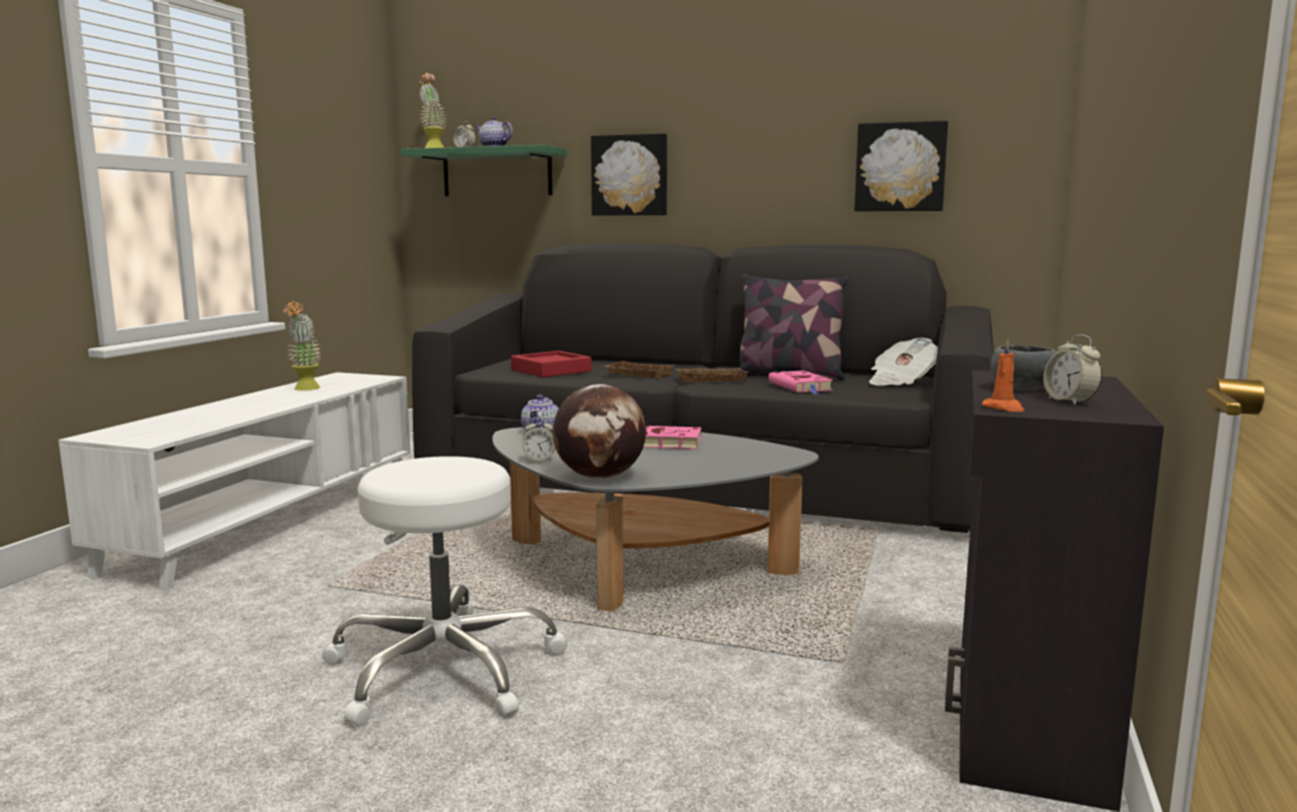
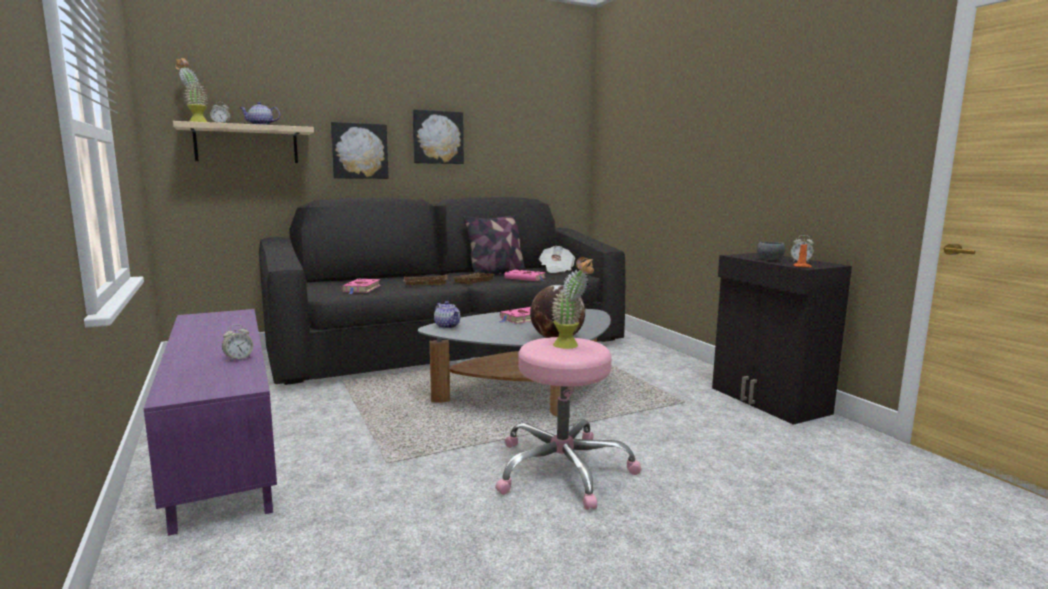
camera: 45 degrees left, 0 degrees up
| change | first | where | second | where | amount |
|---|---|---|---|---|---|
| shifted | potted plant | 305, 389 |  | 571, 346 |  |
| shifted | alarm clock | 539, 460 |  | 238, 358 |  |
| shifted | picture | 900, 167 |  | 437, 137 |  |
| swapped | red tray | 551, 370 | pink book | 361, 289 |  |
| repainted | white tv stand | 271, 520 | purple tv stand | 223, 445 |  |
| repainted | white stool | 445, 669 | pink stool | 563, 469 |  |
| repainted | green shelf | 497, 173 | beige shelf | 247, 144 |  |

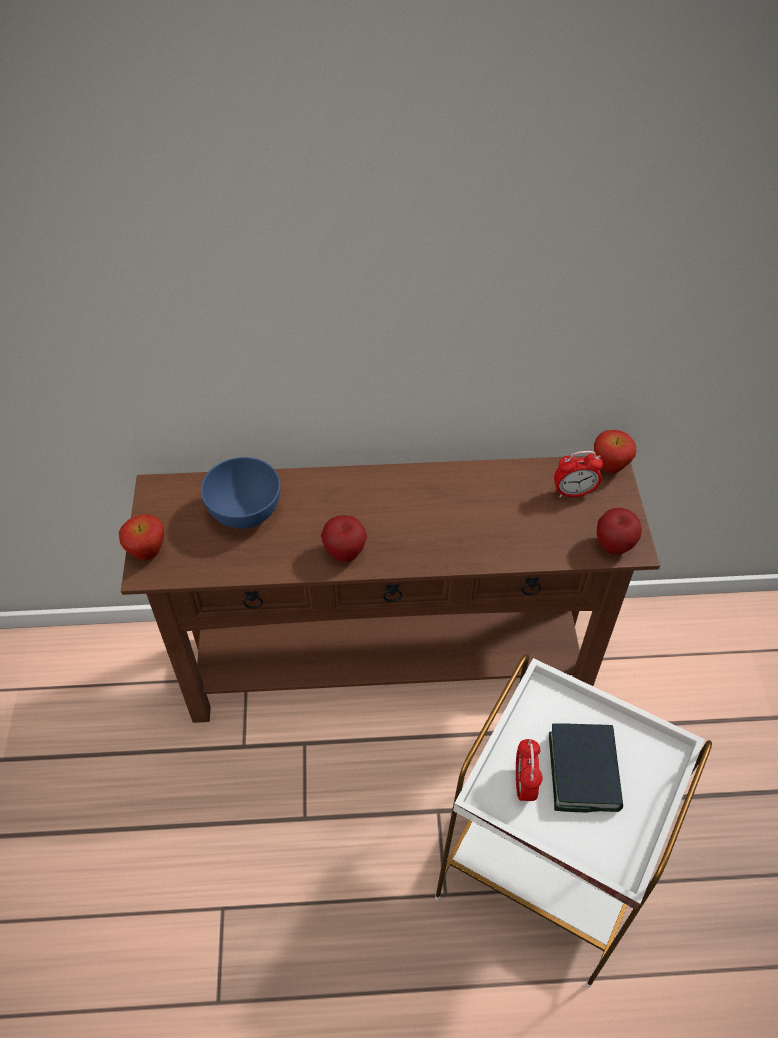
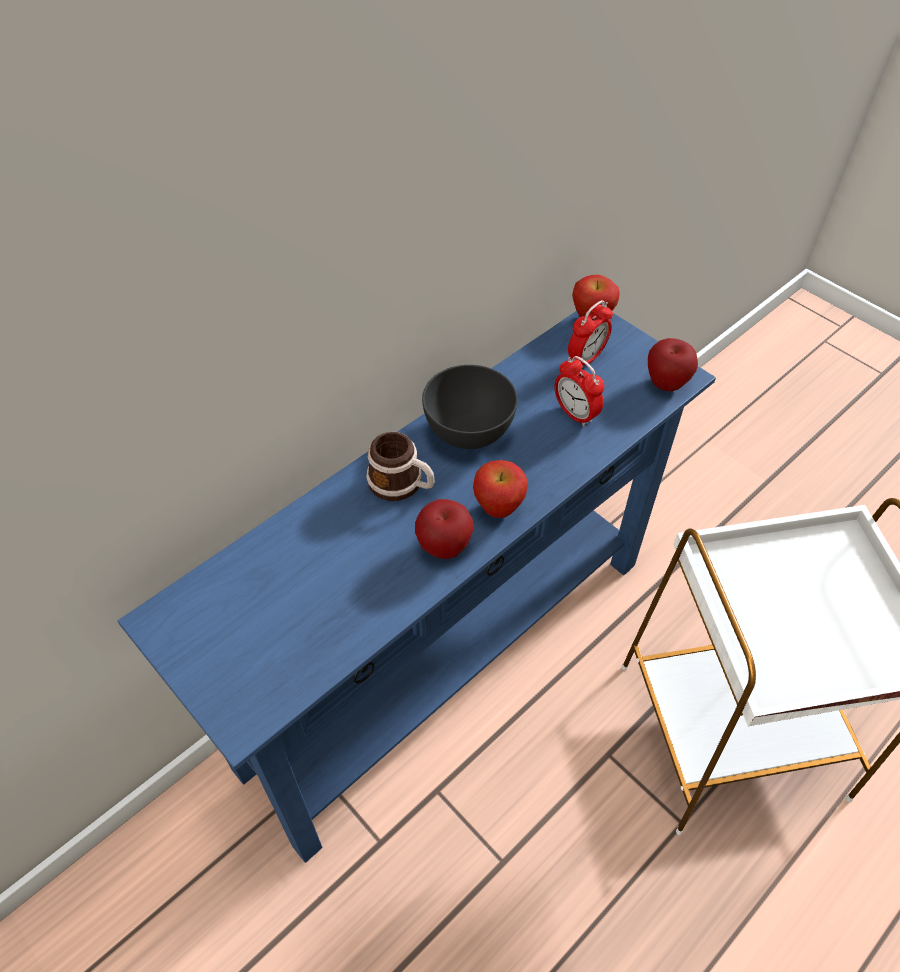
camera: 40 degrees left, 0 degrees up
| change | first | where | second | where | amount |
|---|---|---|---|---|---|
| gone | blue bowl | 245, 513 |  |  |  |
| gone | book | 583, 771 |  |  |  |
| new |  |  | mug | 402, 484 |  |
| new |  |  | grey bowl | 468, 432 |  |
| shifted | apple | 148, 553 |  | 498, 509 |  |
| shifted | alarm clock | 524, 784 |  | 575, 414 |  |
| repainted | brown console table | 388, 667 | blue console table | 448, 658 |  |

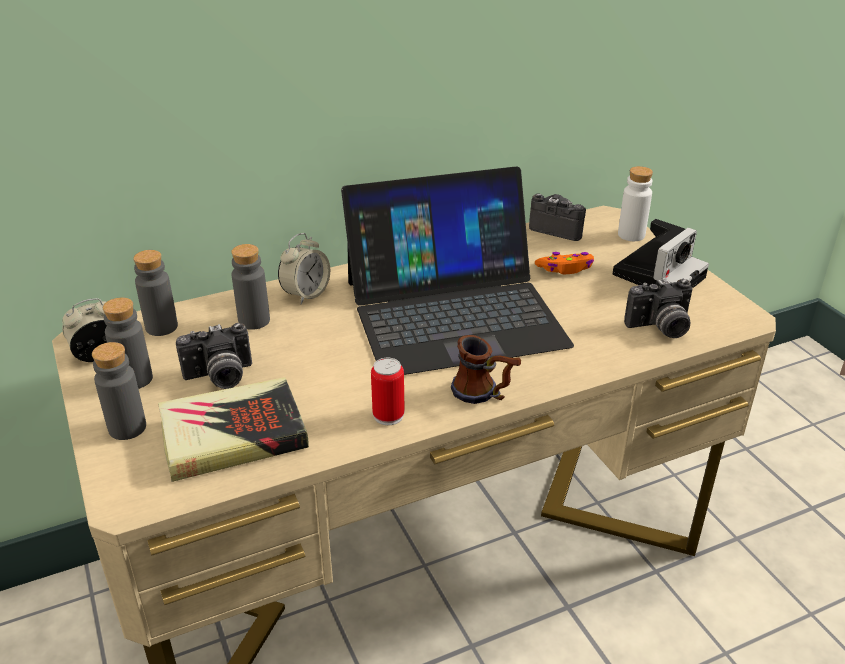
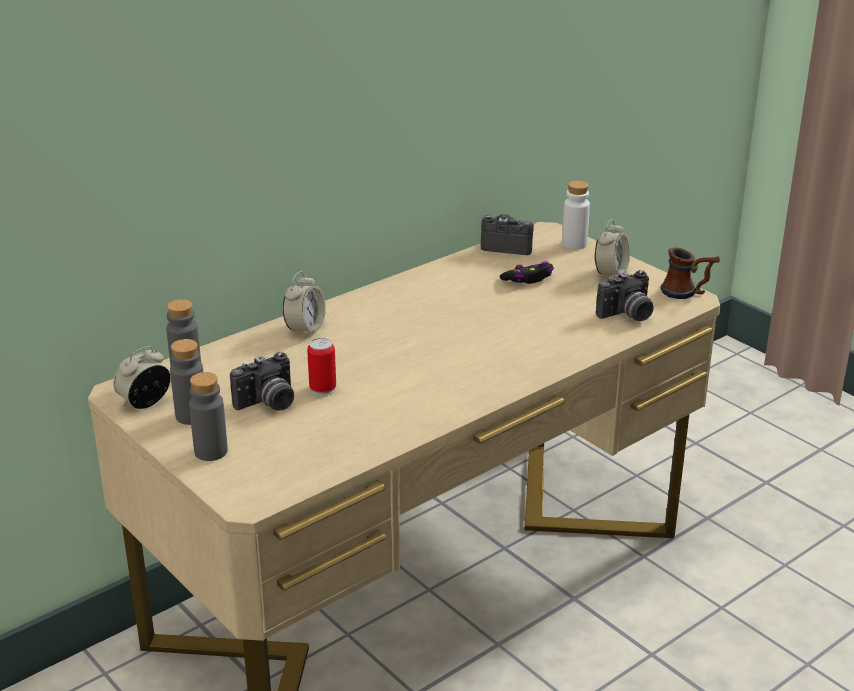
camera: 15 degrees left, 5 degrees down
| change | first | where | second | where | amount |
|---|---|---|---|---|---|
| gone | book | 233, 436 |  |  |  |
| gone | grey bottle | 254, 321 |  |  |  |
| gone | laptop | 454, 312 |  |  |  |
| shifted | can | 388, 415 |  | 322, 389 |  |
| shifted | mug | 484, 394 |  | 687, 292 |  |
| swapped | photo camera | 659, 274 | alarm clock | 610, 273 |  |
| repainted | orange game controller | 565, 268 | black game controller | 528, 279 |  |

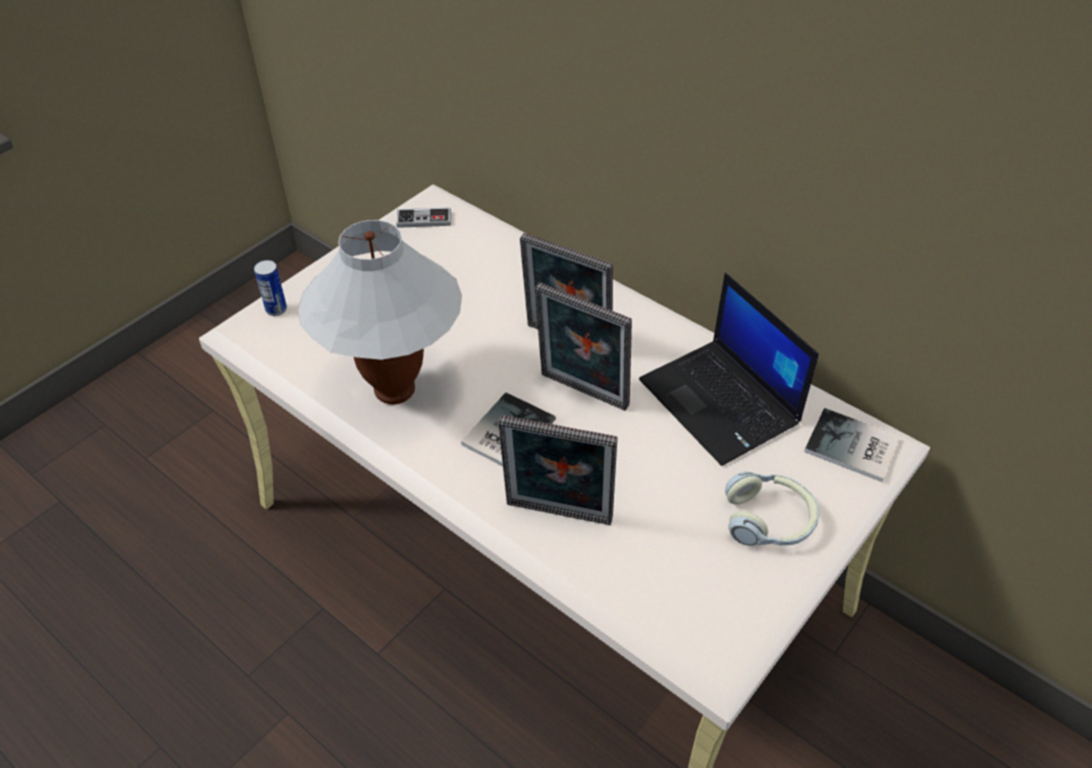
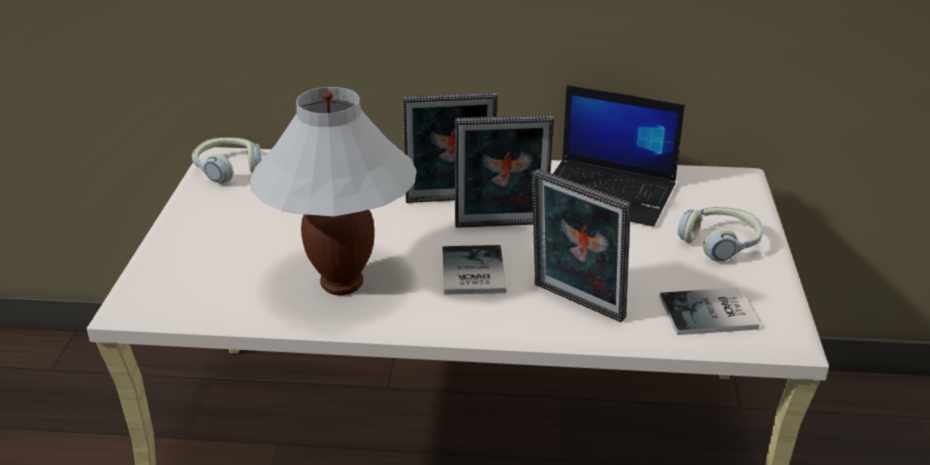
camera: 35 degrees left, 15 degrees down
| change | first | where | second | where | amount |
|---|---|---|---|---|---|
| gone | can | 276, 309 |  |  |  |
| shifted | book | 853, 448 |  | 711, 314 |  |
| swapped | game controller | 424, 219 | headphones | 228, 168 |  |
| rotated | picture frame | 557, 516 |  | 575, 304 | 60 degrees clockwise |

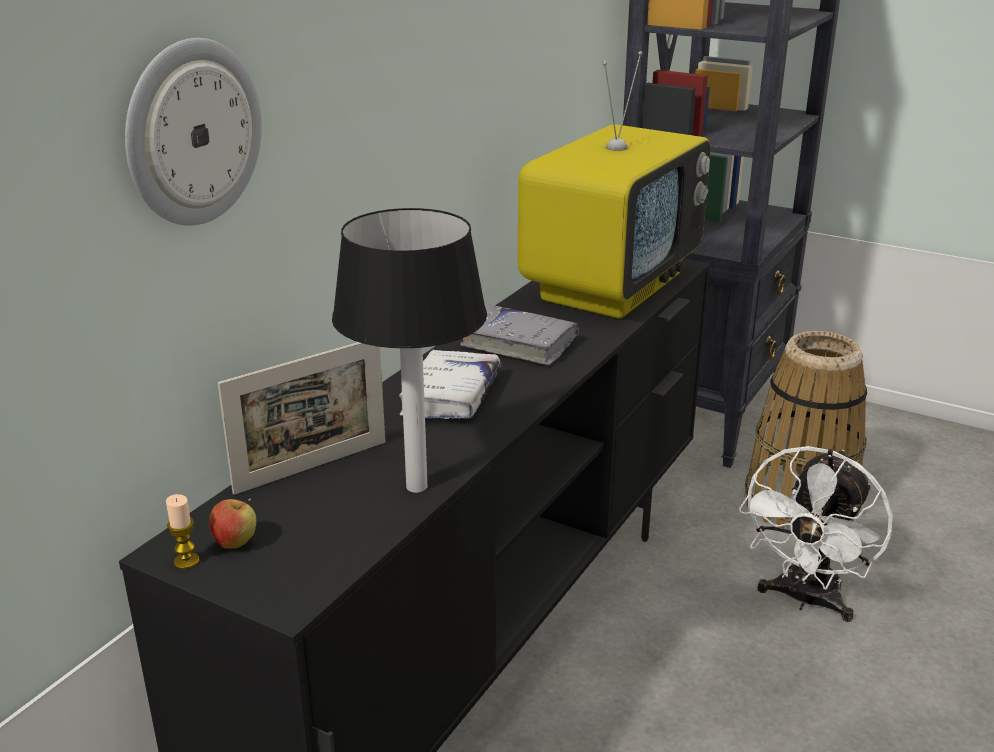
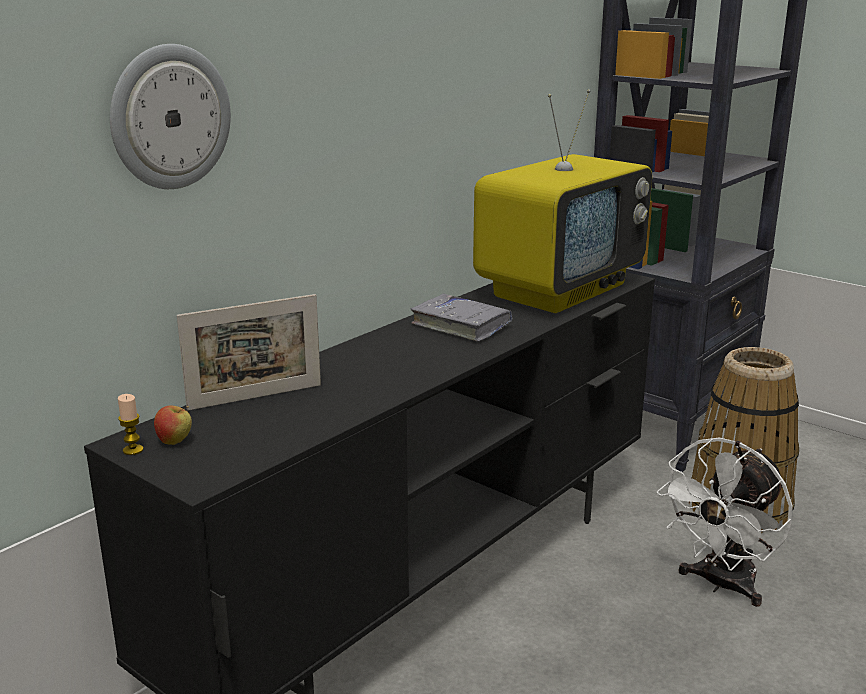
camera: 10 degrees right, 5 degrees down
| change | first | where | second | where | amount |
|---|---|---|---|---|---|
| gone | table lamp | 415, 486 |  |  |  |
| gone | white book | 451, 396 |  |  |  |

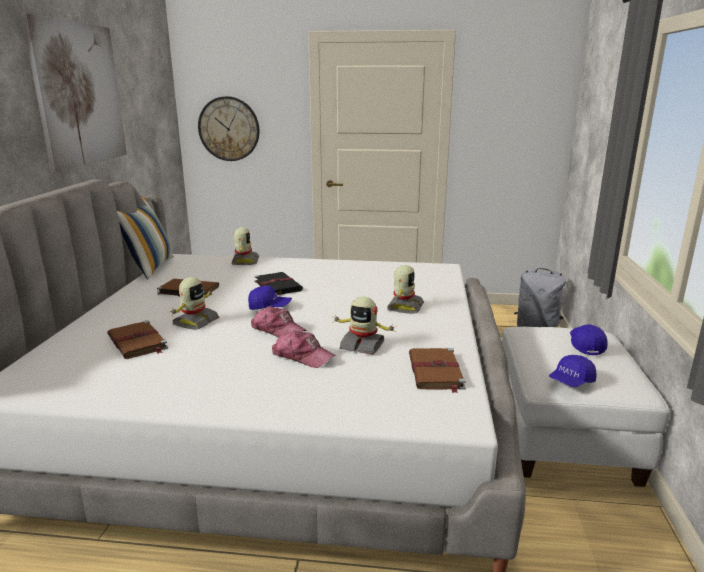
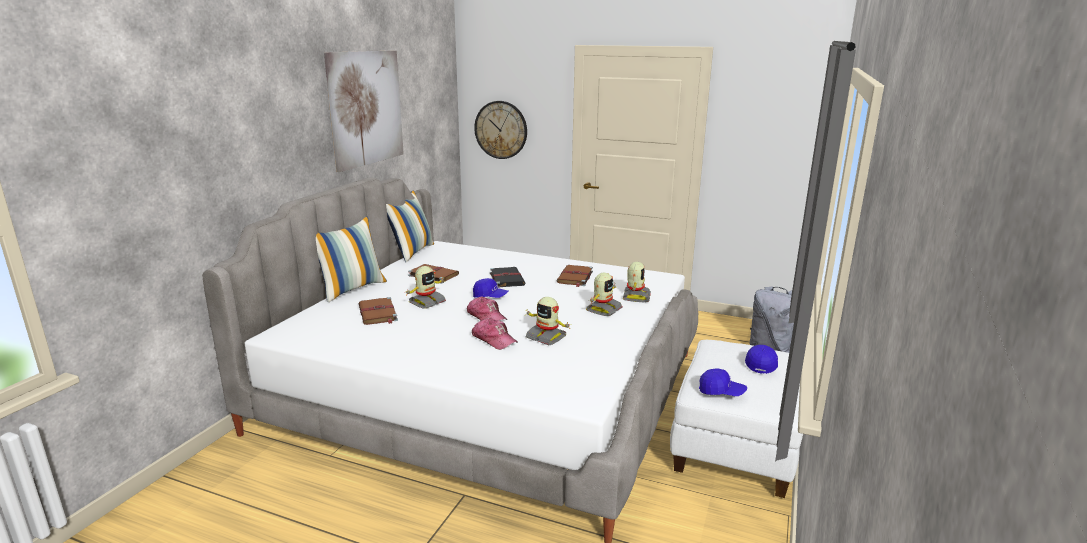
camera: 15 degrees right, 0 degrees up
| change | first | where | second | where | amount |
|---|---|---|---|---|---|
| new |  |  | pillow | 351, 289 |  |
| shifted | toy robot | 244, 261 |  | 635, 297 |  |
| shifted | brown book | 435, 372 |  | 575, 277 |  |
| rotated | blue cap | 571, 381 |  | 721, 392 | 135 degrees counterclockwise |

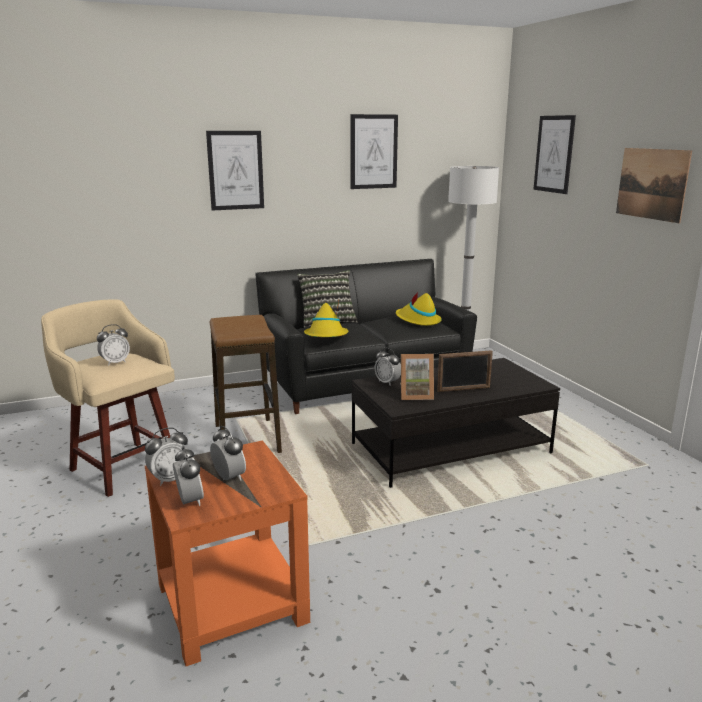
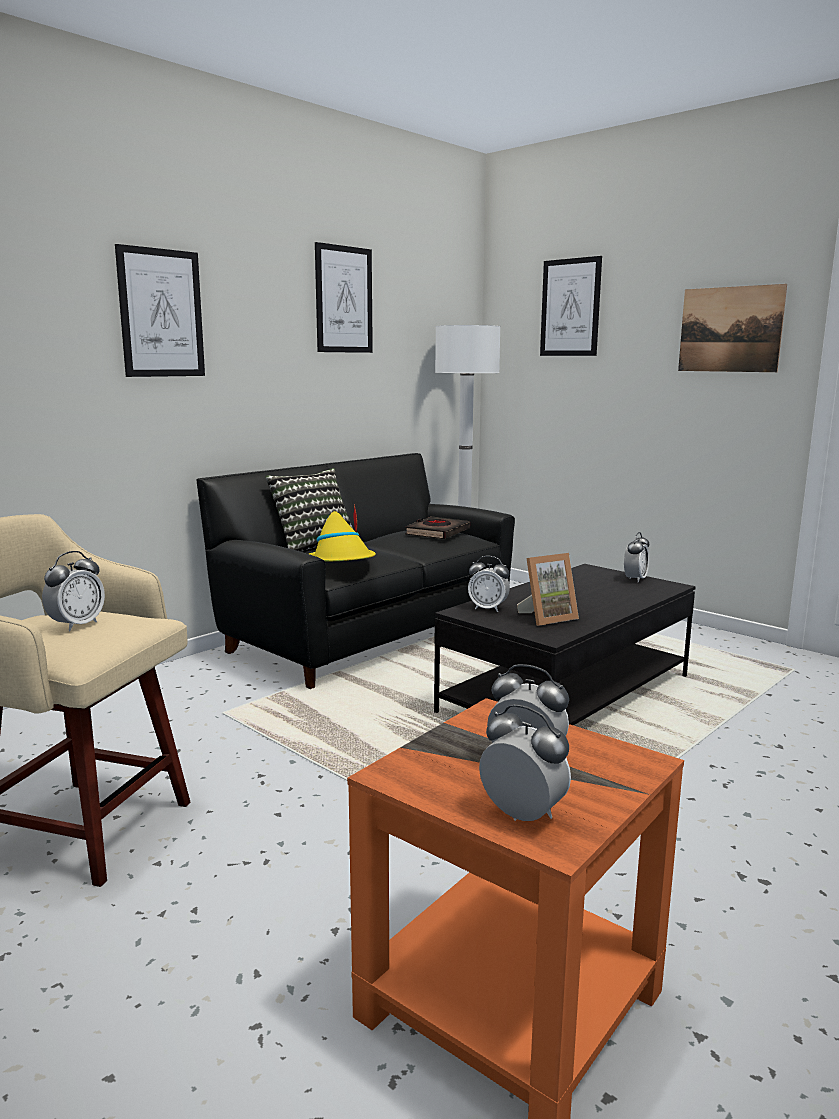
camera: 25 degrees left, 5 degrees down
| change | first | where | second | where | amount |
|---|---|---|---|---|---|
| gone | stool | 247, 439 |  |  |  |
| gone | picture frame | 463, 389 |  |  |  |
| shifted | alarm clock | 169, 479 |  | 635, 579 |  |
| swapped | yellow hat | 417, 320 | black book | 437, 533 |  |

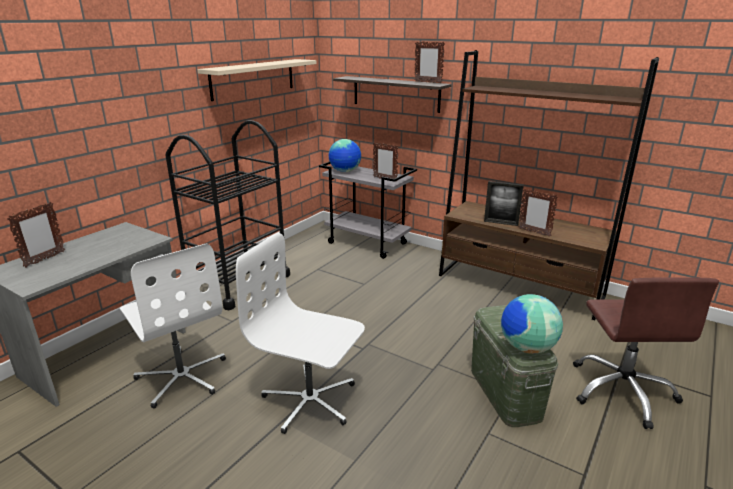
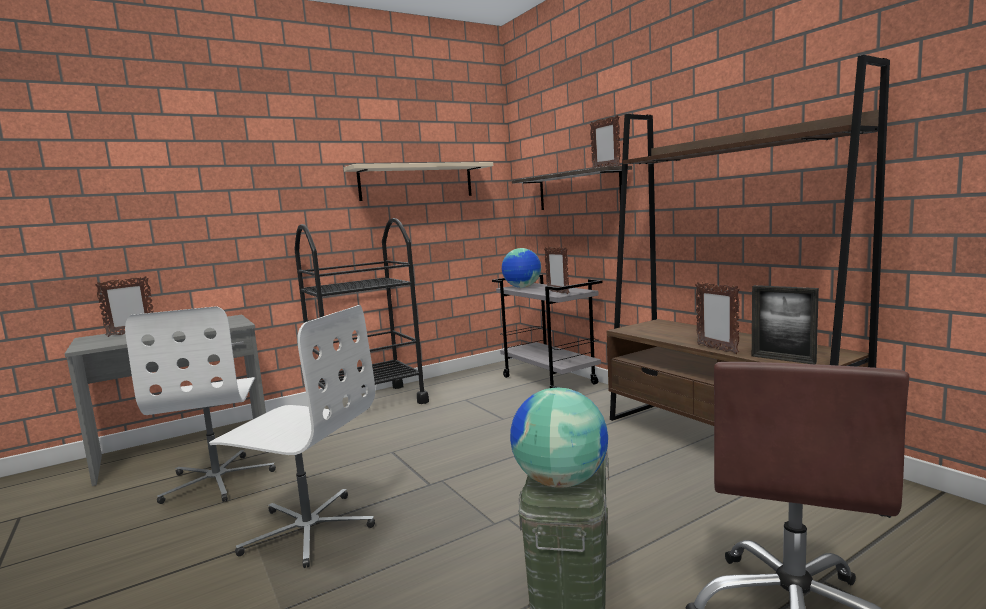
camera: 25 degrees right, 15 degrees down
| change | first | where | second | where | amount |
|---|---|---|---|---|---|
| shifted | picture frame | 501, 223 |  | 783, 359 |  |
| rotated | white office chair | 310, 401 |  | 308, 529 | 150 degrees clockwise |

